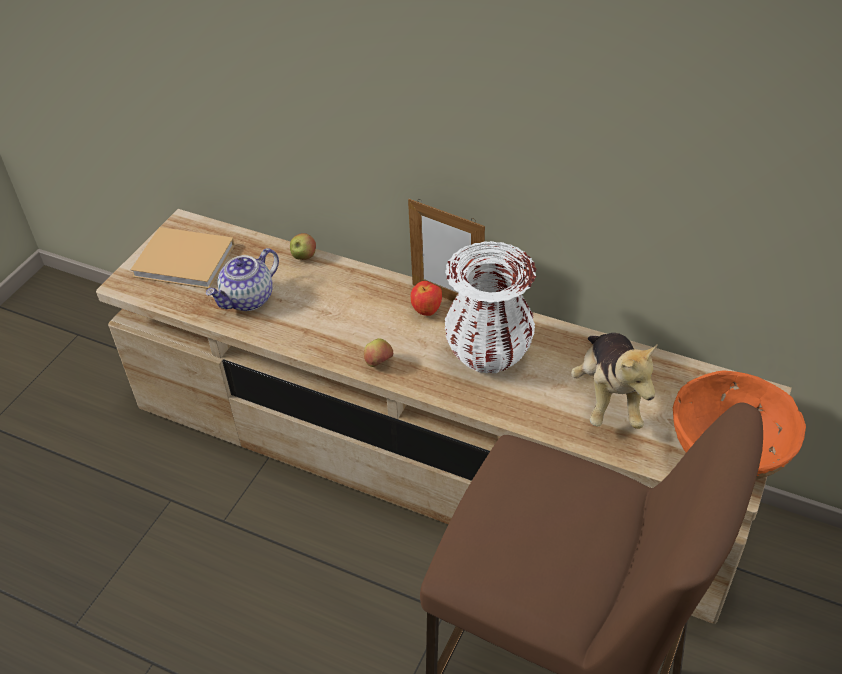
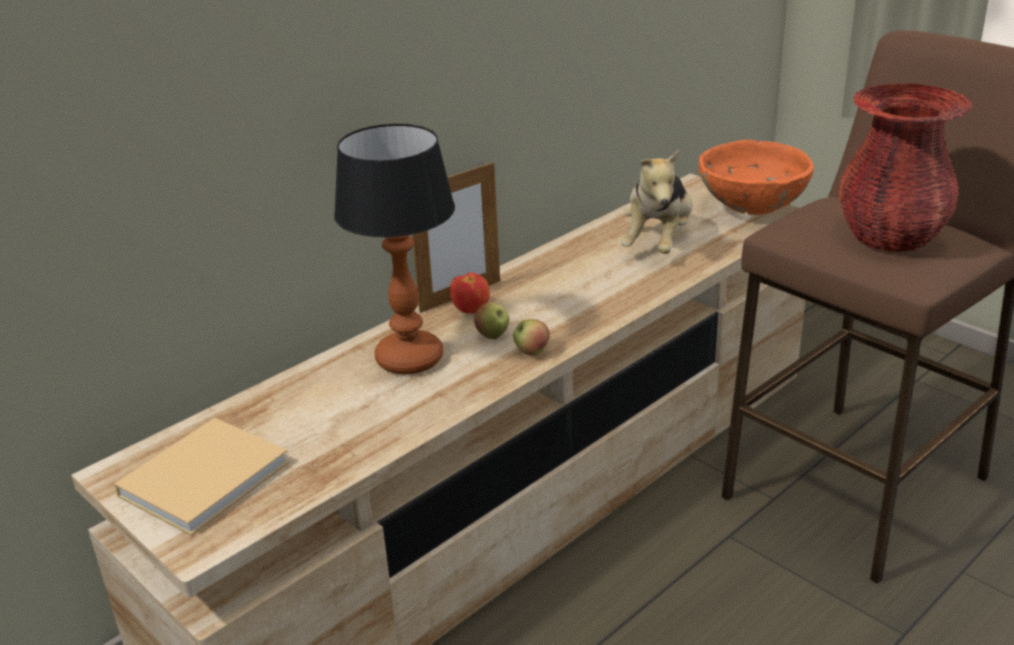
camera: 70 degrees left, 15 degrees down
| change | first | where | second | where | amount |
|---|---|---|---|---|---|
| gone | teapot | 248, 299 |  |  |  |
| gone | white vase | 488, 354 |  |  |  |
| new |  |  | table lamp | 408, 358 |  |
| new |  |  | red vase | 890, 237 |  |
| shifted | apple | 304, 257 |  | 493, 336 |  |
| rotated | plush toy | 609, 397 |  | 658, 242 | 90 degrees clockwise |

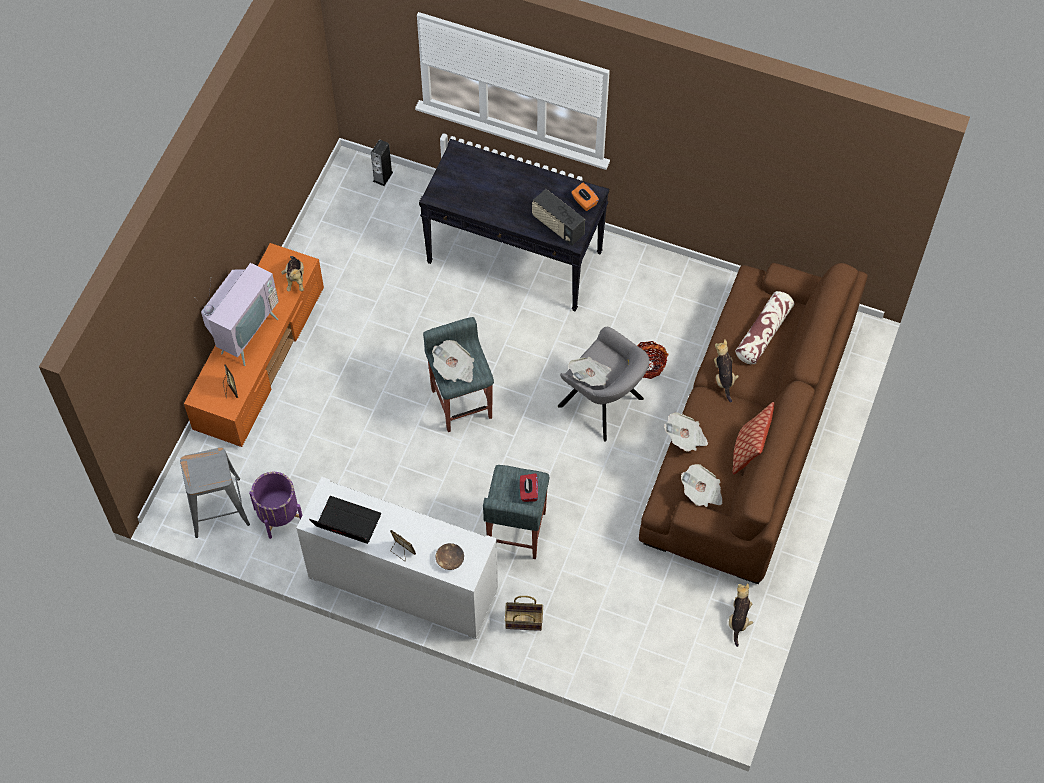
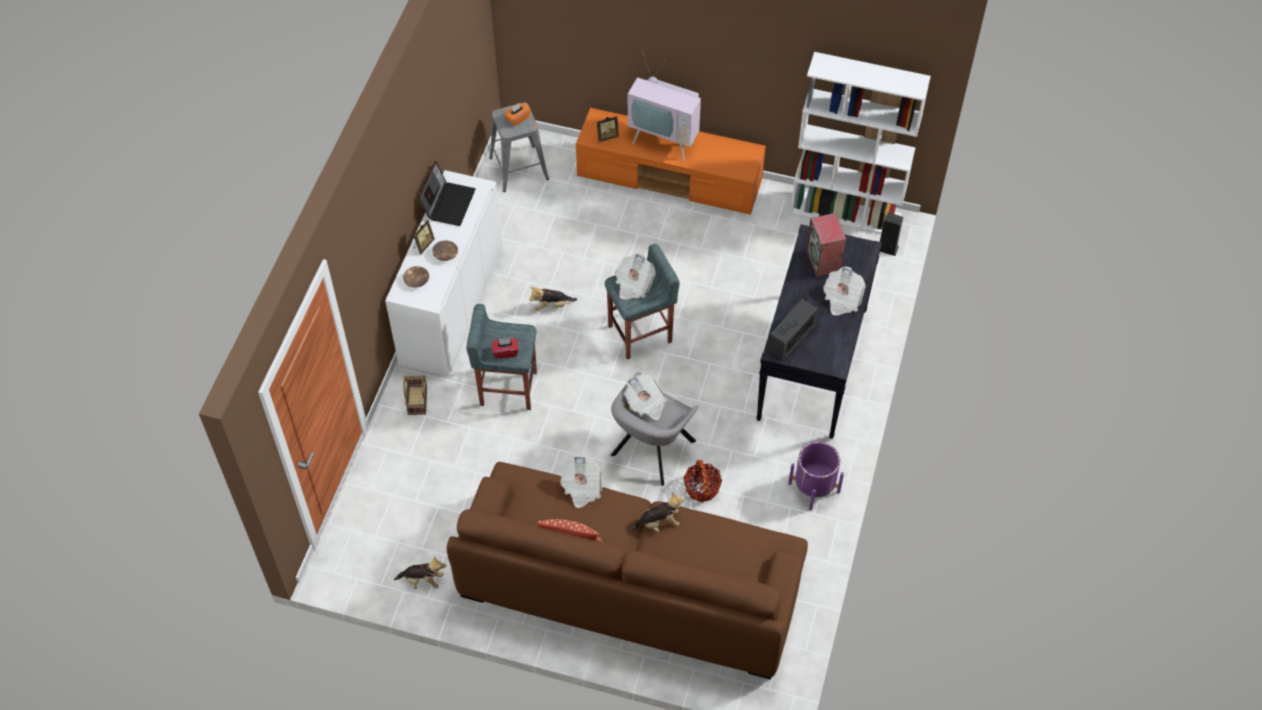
camera: 85 degrees right, 5 degrees down
| change | first | where | second | where | amount |
|---|---|---|---|---|---|
| gone | pillow | 763, 333 |  |  |  |
| new |  |  | brown bowl | 445, 254 |  |
| new |  |  | white bookcase | 846, 213 |  |
| new |  |  | speaker | 823, 261 |  |
| shifted | purple planter | 279, 515 |  | 814, 488 |  |
| shifted | plush toy | 295, 279 |  | 552, 306 |  |
| shifted | orange tissue box | 584, 202 |  | 517, 118 |  |
| shifted | newspaper | 702, 492 |  | 842, 299 |  |

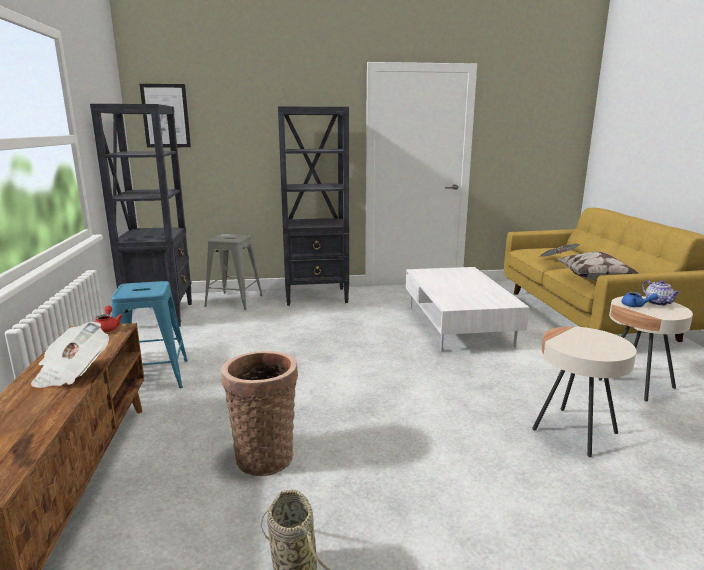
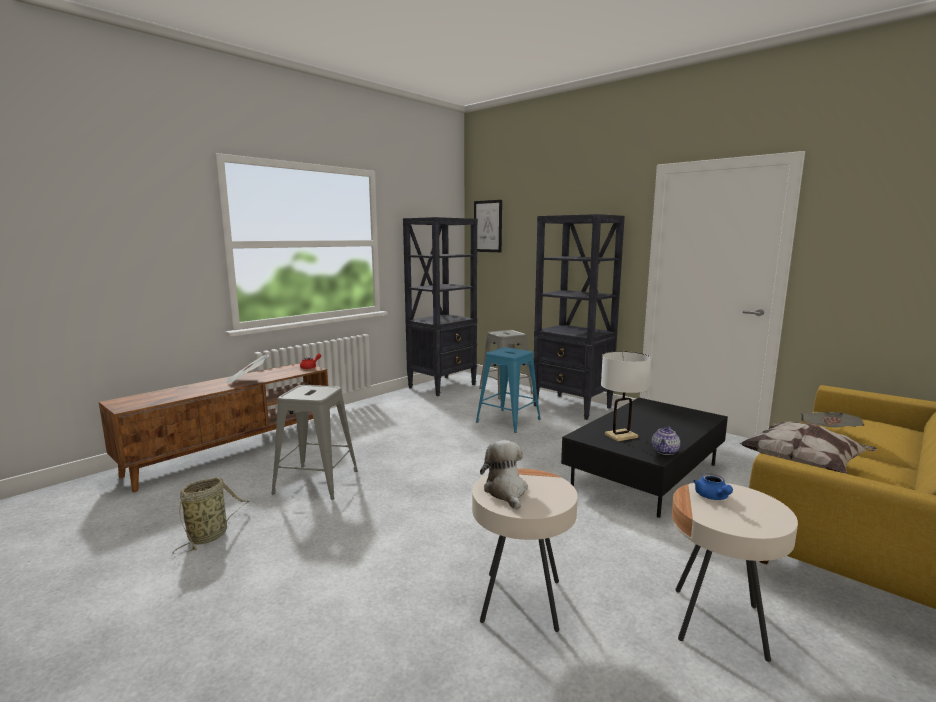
camera: 50 degrees right, 5 degrees down
| change | first | where | second | where | amount |
|---|---|---|---|---|---|
| new |  |  | plush toy | 506, 491 |  |
| new |  |  | white table lamp | 621, 436 |  |
| shifted | blue stool | 153, 376 |  | 508, 420 |  |
| shifted | teapot | 658, 303 |  | 665, 452 |  |
| swapped | basket | 265, 455 | grey stool | 316, 482 |  |
| repainted | white coffee table | 459, 326 | black coffee table | 646, 475 |  |

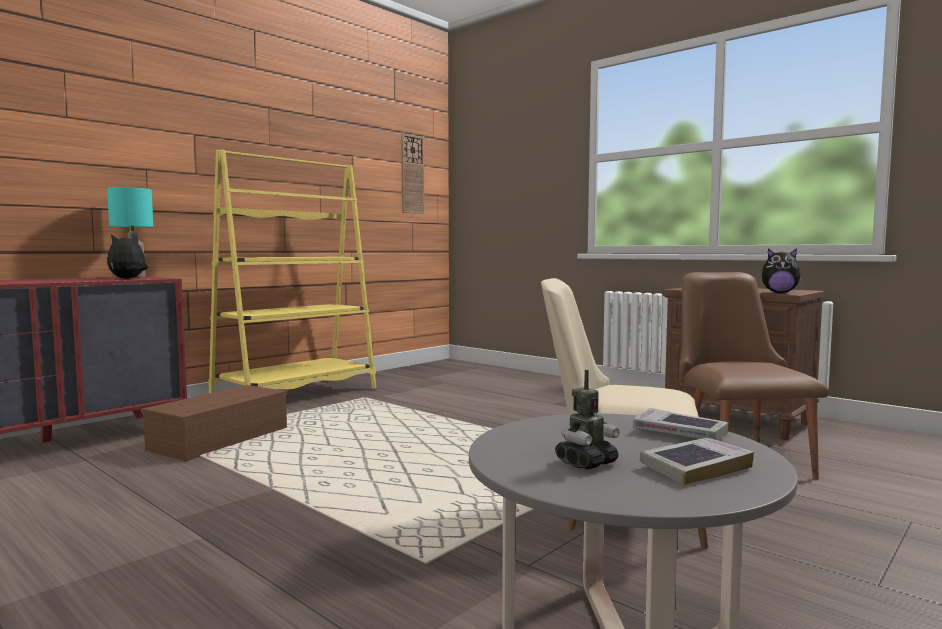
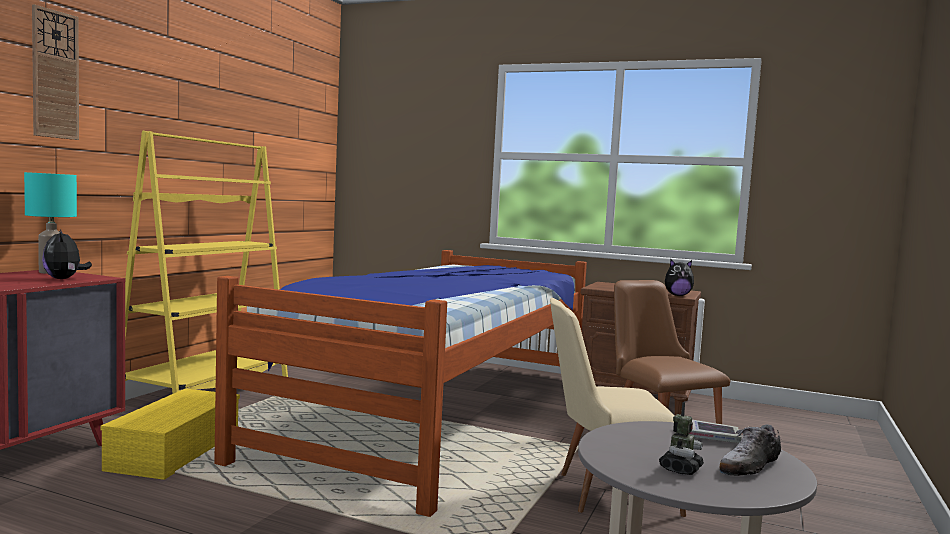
camera: 20 degrees left, 0 degrees up
| change | first | where | second | where | amount |
|---|---|---|---|---|---|
| new |  |  | bed | 434, 414 |  |
| shifted | wall clock | 412, 174 |  | 55, 75 |  |
| swapped | book | 695, 467 | shoe | 749, 466 |  |
| repainted | brown storage box | 220, 438 | yellow storage box | 175, 450 |  |
| rotated | plush toy | 128, 278 |  | 64, 279 | 45 degrees counterclockwise |

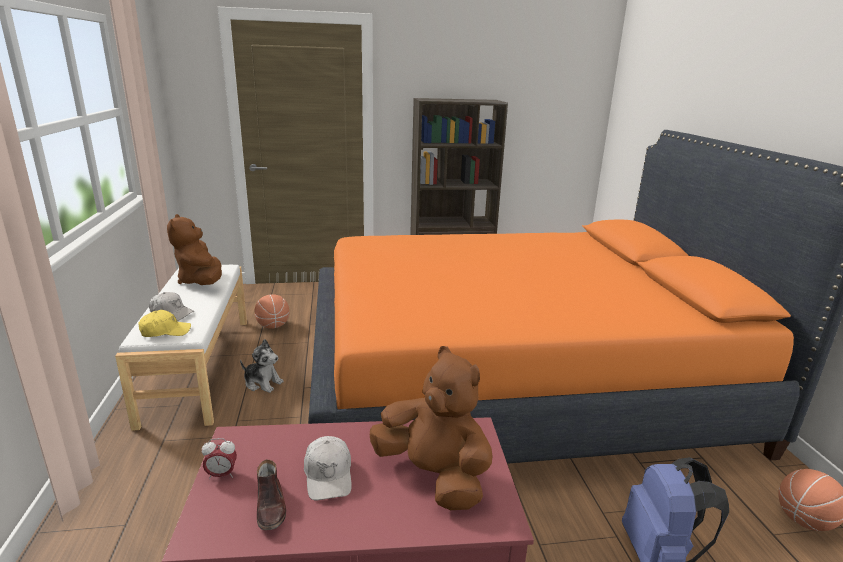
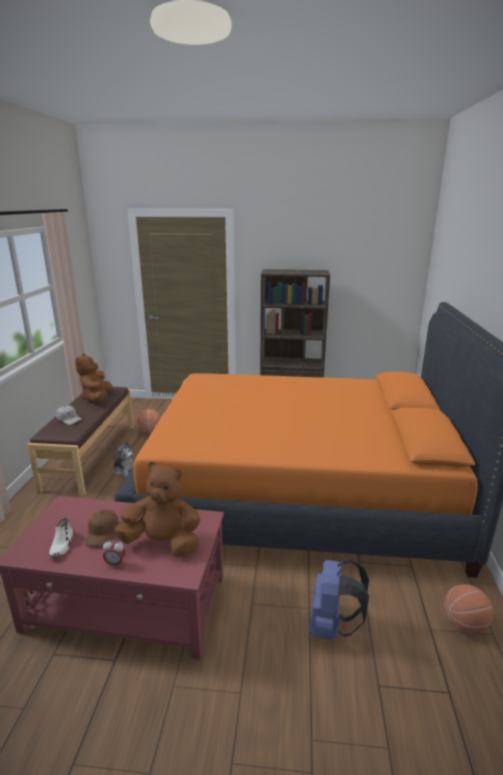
camera: 15 degrees right, 0 degrees up
| change | first | where | second | where | amount |
|---|---|---|---|---|---|
| gone | yellow cap | 165, 331 |  |  |  |
| shifted | alarm clock | 221, 475 |  | 115, 564 |  |
| repainted | white bench | 197, 367 | brown bench | 90, 455 |  |
| repainted | brown shoe | 271, 506 | white shoe | 62, 545 |  |
| repainted | white cap | 328, 475 | brown cap | 102, 533 |  |
| rotated | brown plush toy | 433, 475 |  | 163, 542 | 45 degrees counterclockwise |

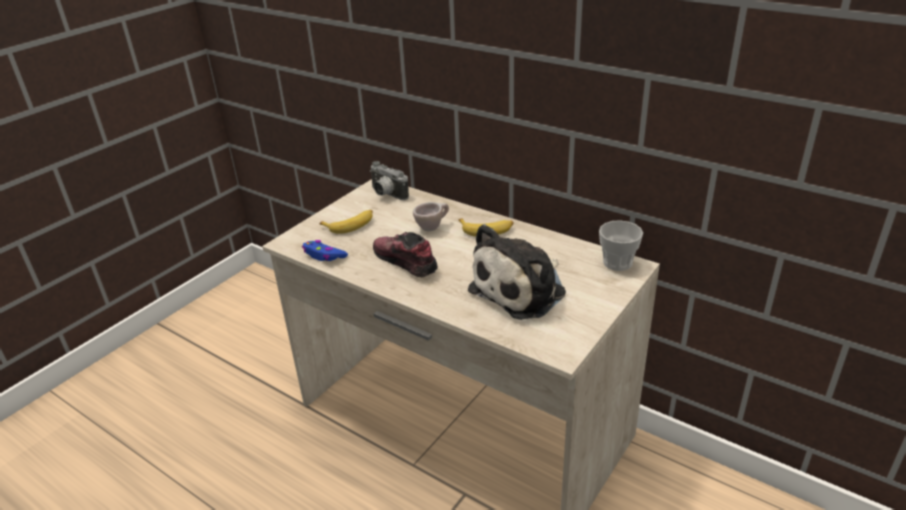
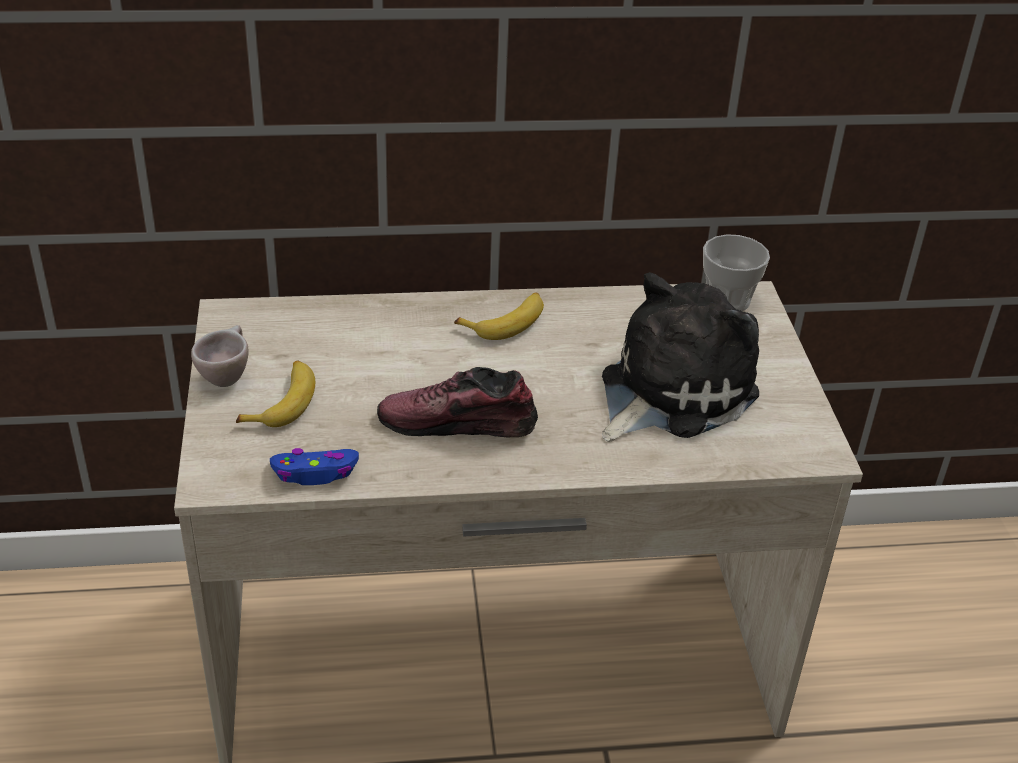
camera: 45 degrees left, 5 degrees up
| change | first | where | second | where | amount |
|---|---|---|---|---|---|
| gone | photo camera | 386, 194 |  |  |  |
| shifted | beige cup | 432, 227 |  | 226, 376 |  |
| rotated | plush toy | 522, 290 |  | 670, 391 | 135 degrees counterclockwise |

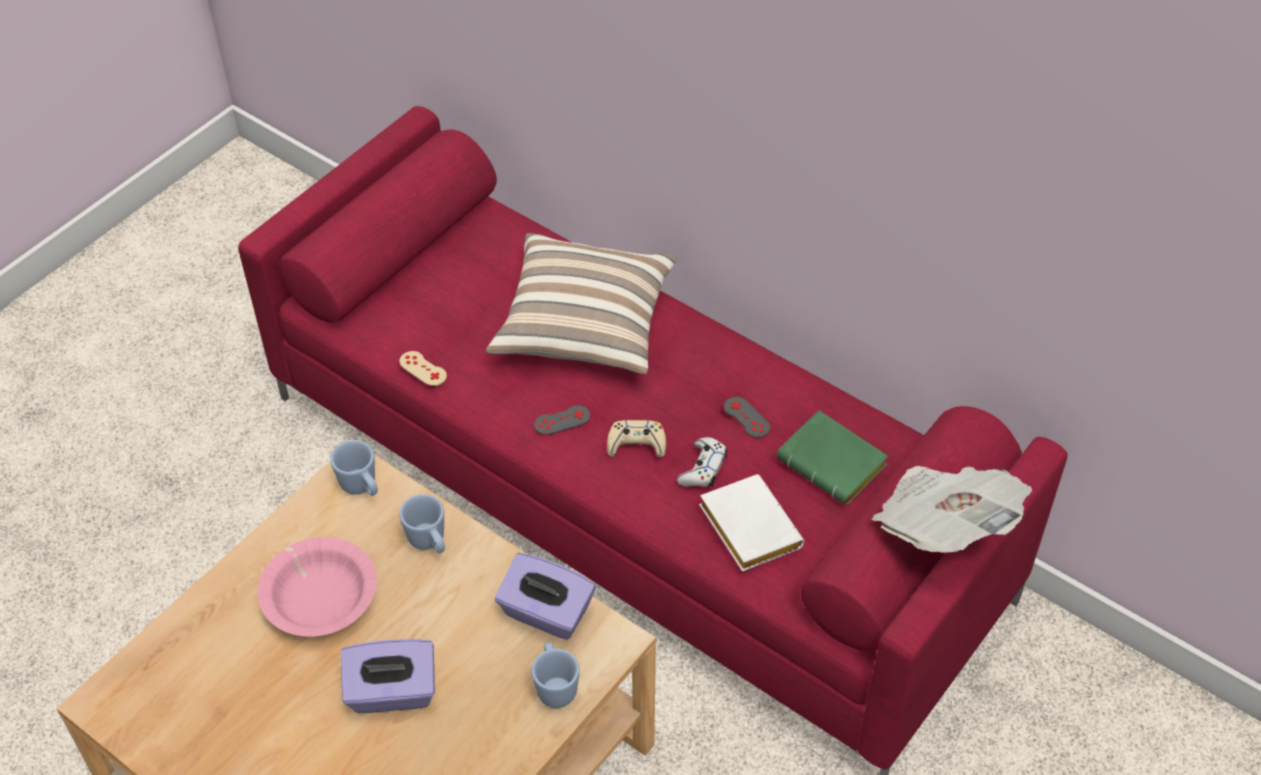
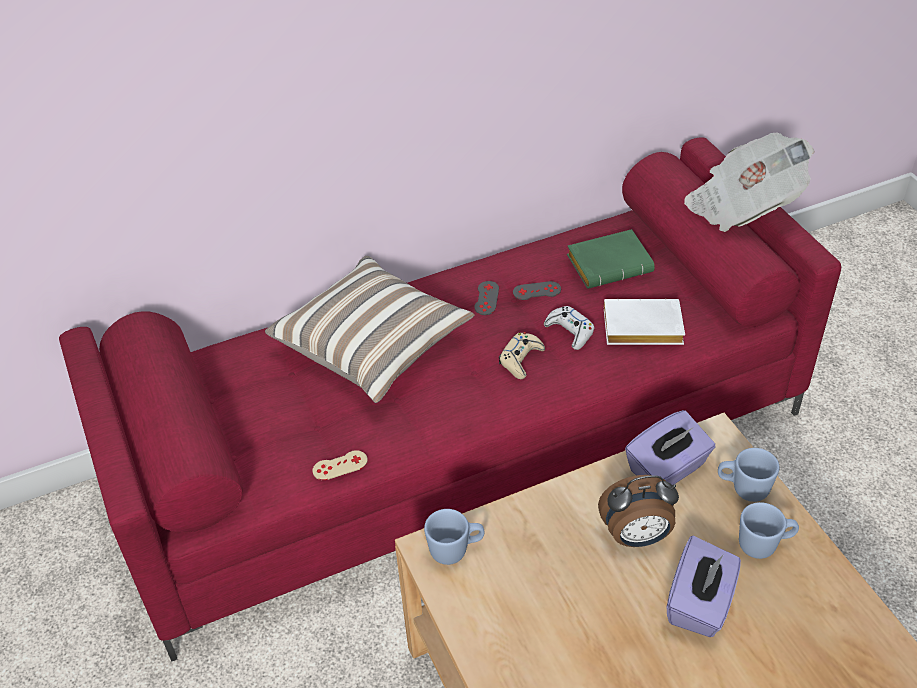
camera: 60 degrees left, 5 degrees down
| change | first | where | second | where | amount |
|---|---|---|---|---|---|
| gone | pink bowl | 320, 597 |  |  |  |
| new |  |  | alarm clock | 636, 537 |  |
| shifted | blue mug | 429, 542 |  | 764, 545 |  |
| shifted | grey game controller | 562, 420 |  | 486, 298 |  |

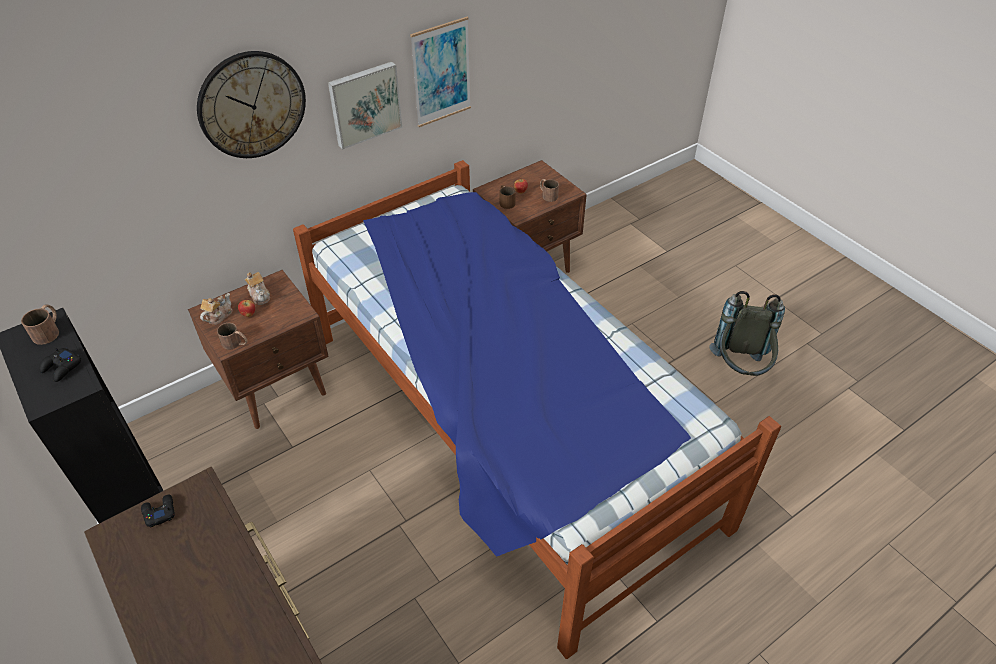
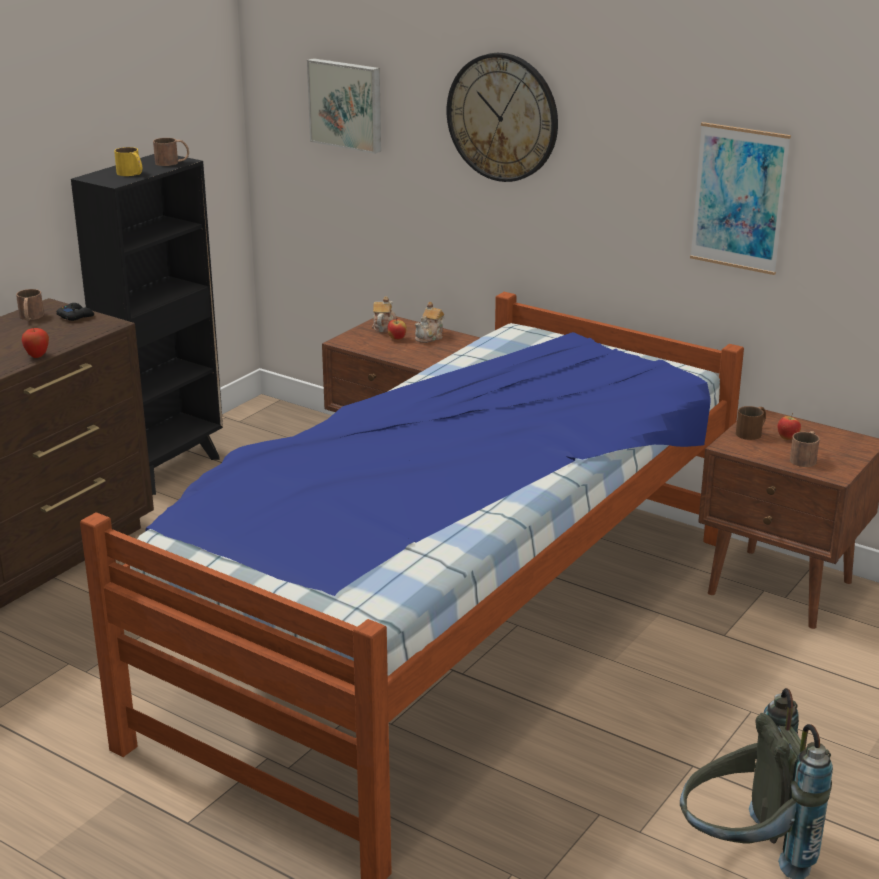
camera: 70 degrees right, 20 degrees down
| change | first | where | second | where | amount |
|---|---|---|---|---|---|
| new |  |  | apple | 37, 356 |  |
| shifted | brown mug | 235, 343 |  | 30, 318 |  |
| shifted | picture | 364, 104 |  | 347, 104 |  |
| swapped | black game controller | 62, 368 | yellow mug | 132, 174 |  |
| rotated | teapot | 218, 316 |  | 384, 327 | 90 degrees counterclockwise |

